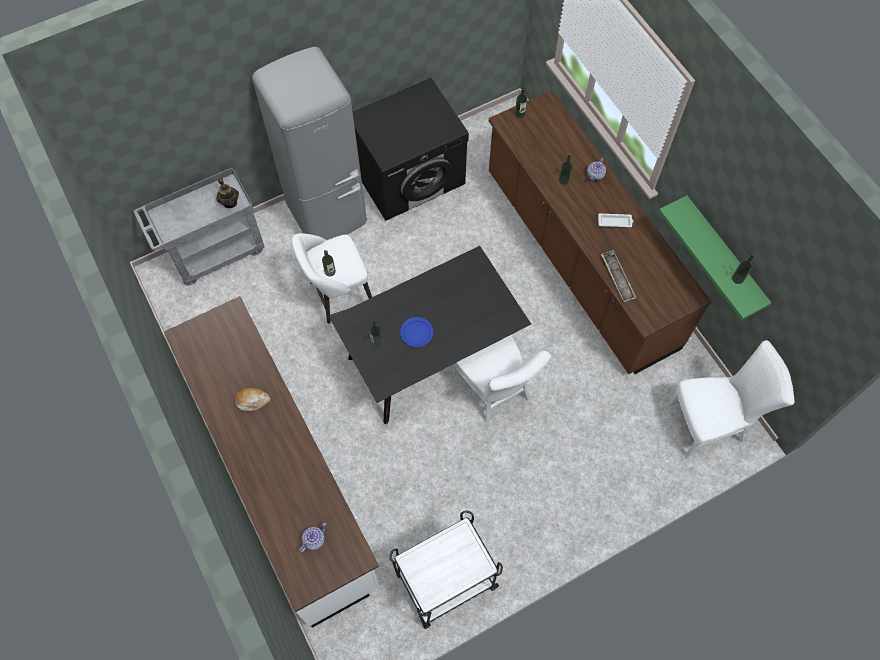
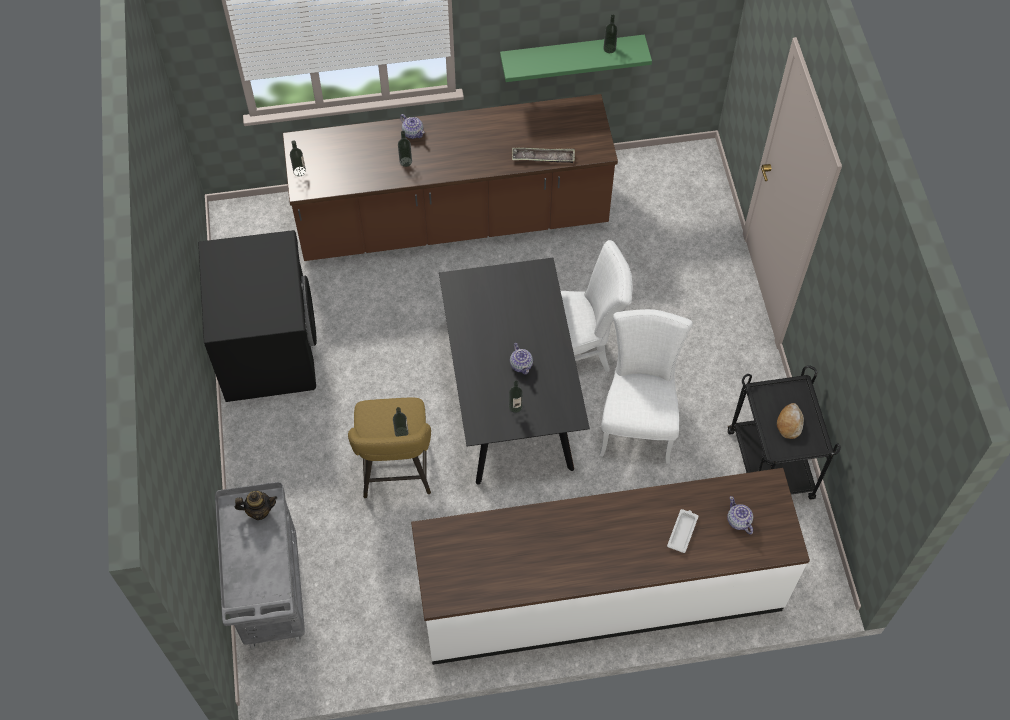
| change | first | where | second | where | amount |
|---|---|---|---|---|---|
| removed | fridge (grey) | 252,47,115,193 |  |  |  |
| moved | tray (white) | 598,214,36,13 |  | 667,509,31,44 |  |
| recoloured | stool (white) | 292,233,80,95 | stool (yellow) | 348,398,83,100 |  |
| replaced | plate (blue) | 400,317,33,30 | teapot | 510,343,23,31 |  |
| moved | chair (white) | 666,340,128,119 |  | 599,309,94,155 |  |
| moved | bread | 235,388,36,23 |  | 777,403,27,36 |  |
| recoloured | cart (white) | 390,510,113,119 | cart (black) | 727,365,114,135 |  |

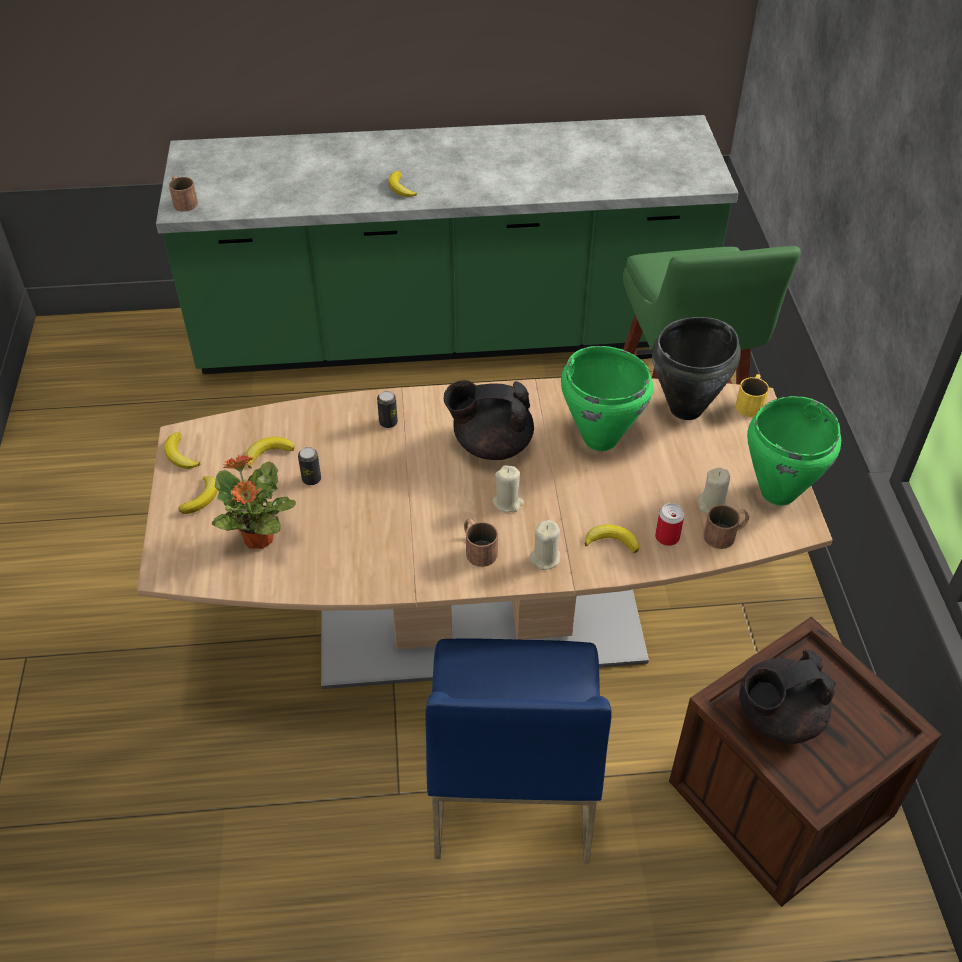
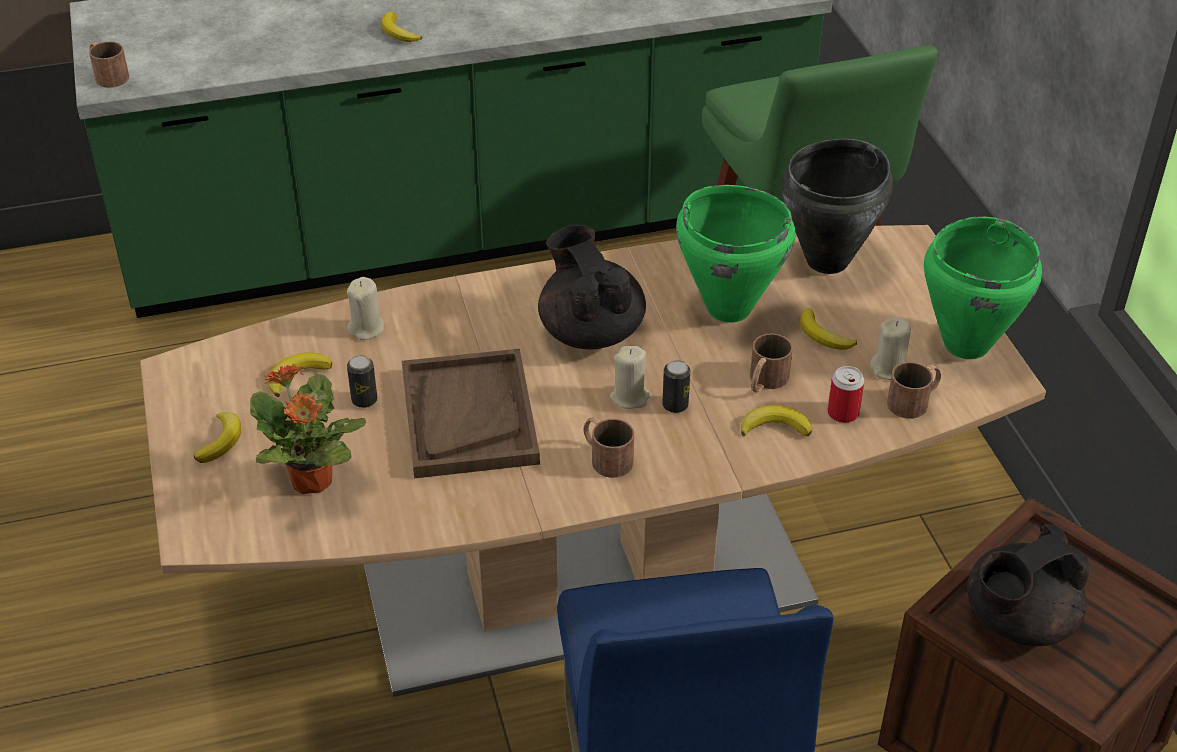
| change | first | where | second | where | amount |
|---|---|---|---|---|---|
| removed | mug (yellow) | 736,374,33,43 |  |  |  |
| turned | teapot (black) | 444,380,90,80 |  | 538,224,108,126 | 75 degrees clockwise |
| moved | can | 377,391,21,37 |  | 662,360,28,53 |  |
| moved | banana | 164,432,36,37 |  | 800,308,57,42 |  |
| moved | candle (beige) | 529,520,31,50 |  | 347,277,37,63 |  |
| added |  |  | mug (brown) | 750,334,43,59 |  |
| added |  |  | tray (brown) | 402,349,138,130 |  |

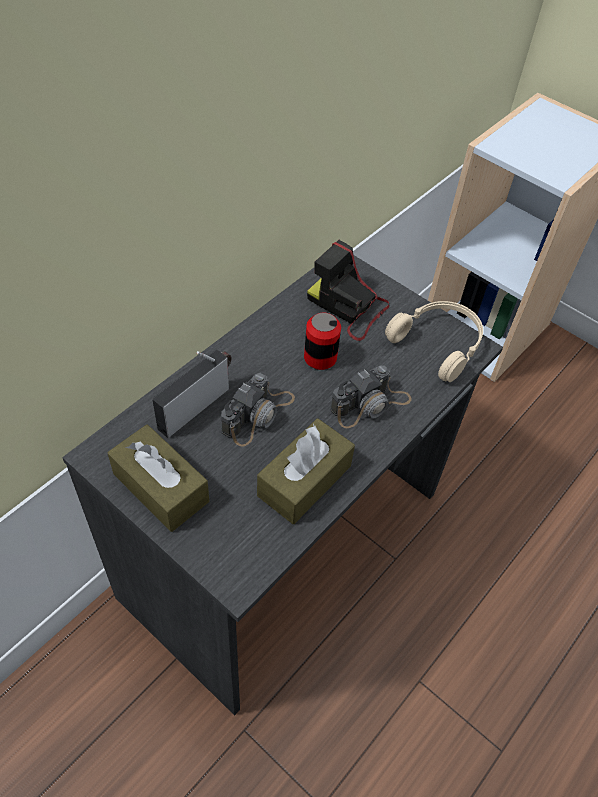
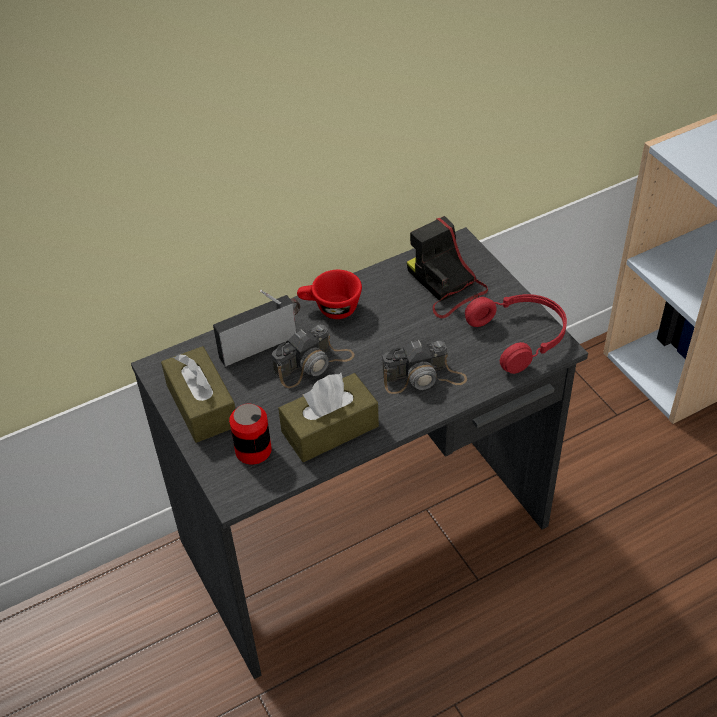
| change | first | where | second | where | amount |
|---|---|---|---|---|---|
| recoloured | headphones (beige) | 385,301,98,81 | headphones (red) | 465,294,102,80 |  |
| moved | can | 304,313,37,57 |  | 229,403,43,62 |  |
| added |  |  | cup (red) | 297,270,65,49 |  |

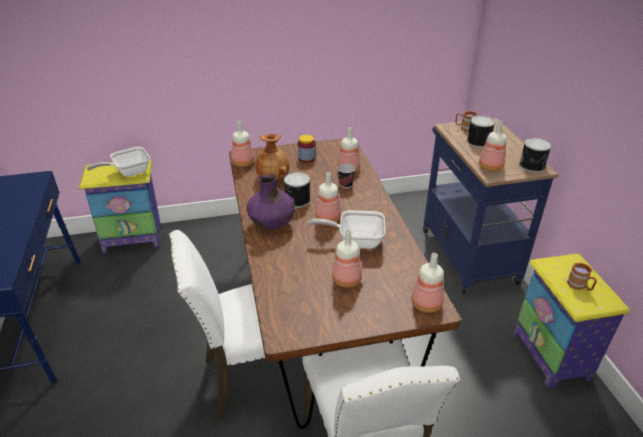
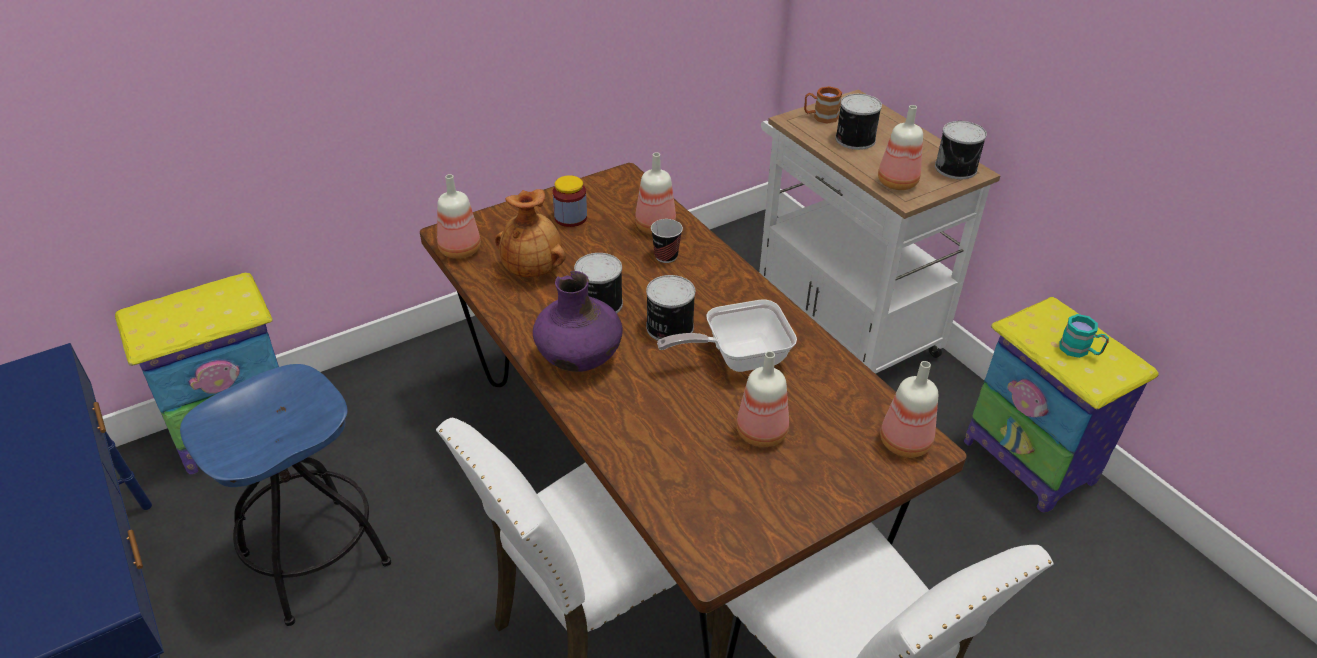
| change | first | where | second | where | amount |
|---|---|---|---|---|---|
| recoloured | cart (blue) | 423,118,136,176 | cart (white) | 759,89,242,285 |  |
| removed | frying pan | 87,147,63,30 |  |  |  |
| replaced | bottle | 315,172,26,50 | can | 646,275,49,66 |  |
| recoloured | mug (brown) | 567,263,30,28 | mug (turquoise) | 1059,314,50,44 |  |
| added |  |  | stool (blue) | 180,364,211,262 |  |

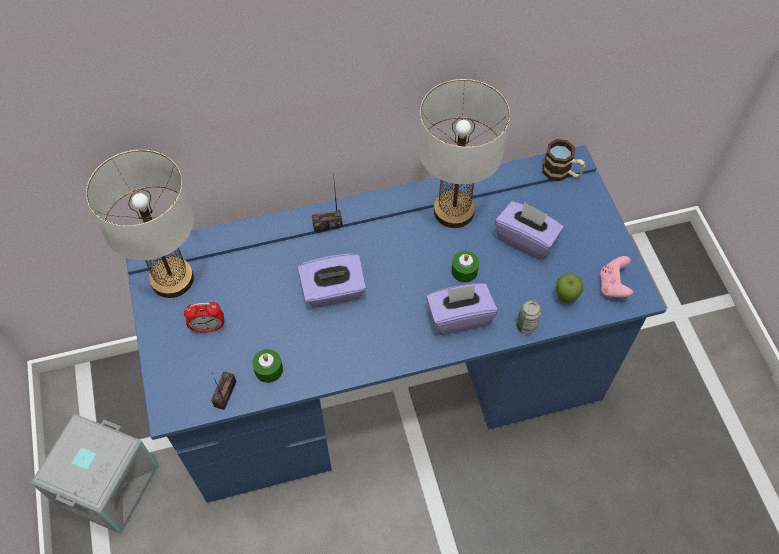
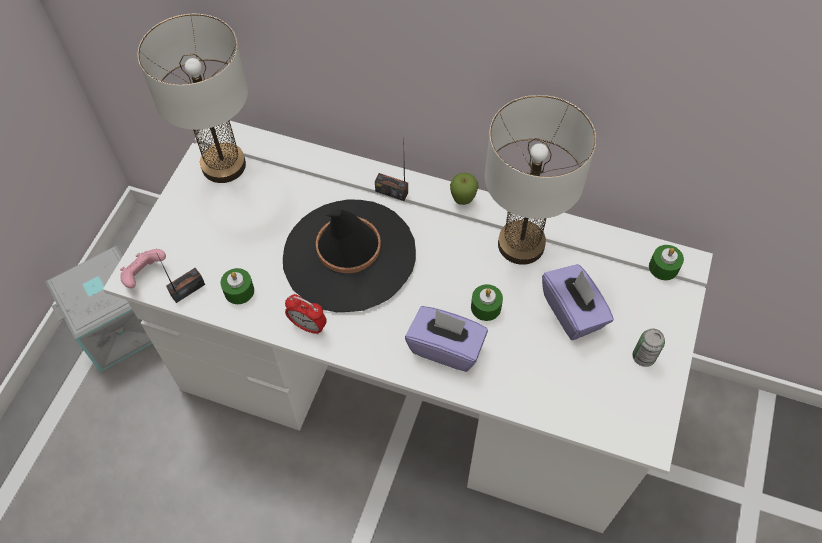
| change | first | where | second | where | amount |
|---|---|---|---|---|---|
| replaced | mug | 542,139,43,42 | candle (green) | 649,245,35,35 |  |
| recoloured | desk (blue) | 126,145,540,358 | desk (white) | 103,121,610,412 |  |
| replaced | tissue box (purple) | 297,254,69,54 | hat (black) | 283,199,133,113 |  |
| moved | game controller (pink) | 600,256,33,41 |  | 120,249,46,39 |  |
| moved | apple | 556,273,27,30 |  | 450,173,29,32 |  |
| moved | can | 516,300,25,34 |  | 632,329,33,38 |  |
| moved | alarm clock | 184,302,40,31 |  | 285,294,42,41 |  |

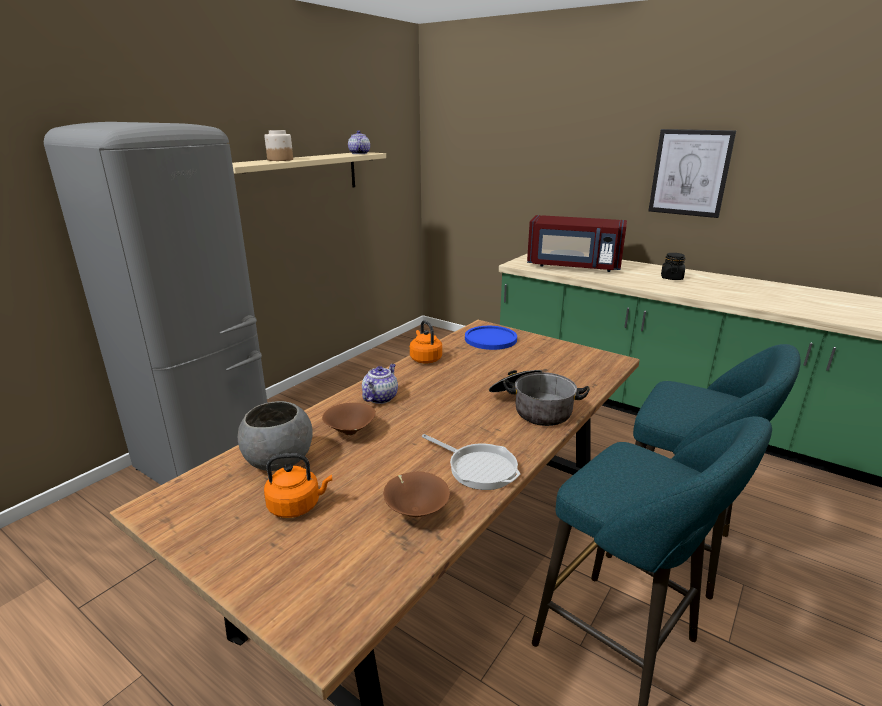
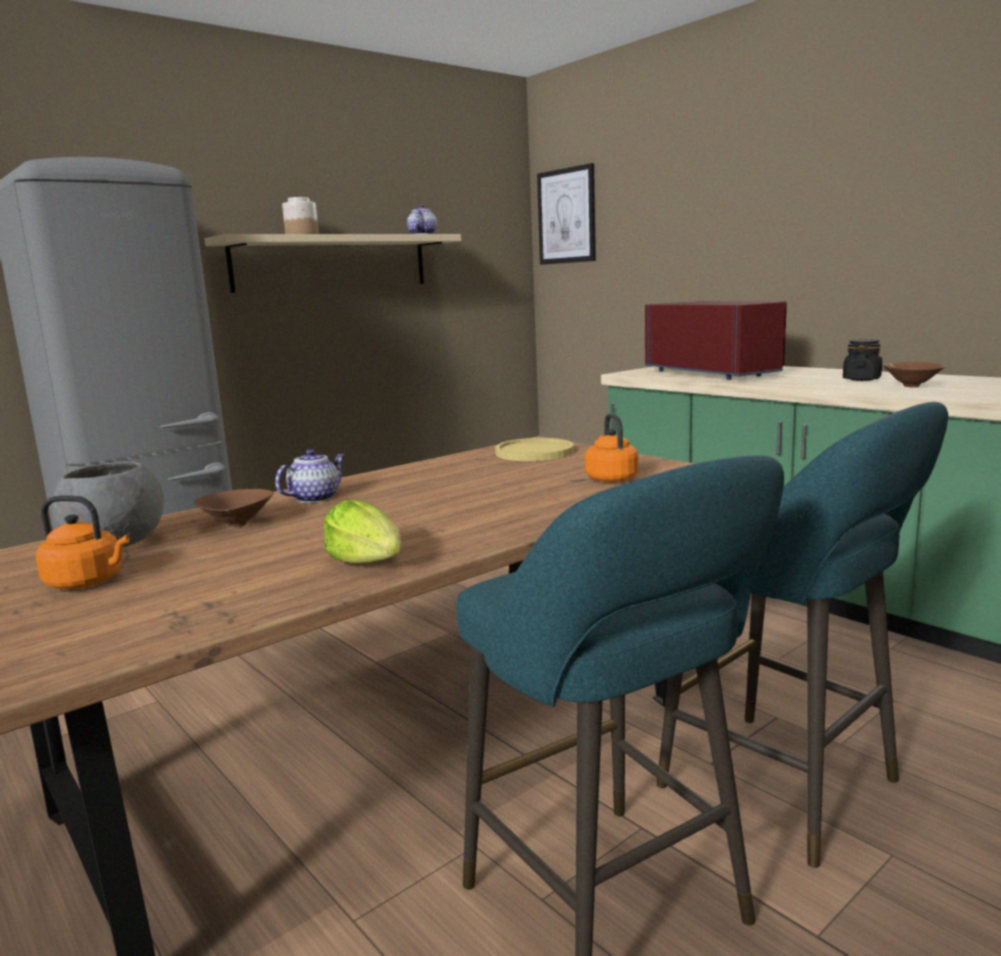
| change | first | where | second | where | amount |
|---|---|---|---|---|---|
| moved | picture | 649,129,87,89 |  | 537,163,59,102 |  |
| turned | microwave (red) | 527,215,100,57 |  | 645,301,142,79 | 150 degrees counterclockwise |
| moved | kettle (orange) | 410,320,32,43 |  | 585,413,53,69 |  |
| recoloured | plate (blue) | 465,326,52,24 | plate (yellow) | 495,438,79,23 |  |
| removed | cooking pot | 489,370,101,56 |  |  |  |
| replaced | frying pan | 422,434,99,56 | lettuce | 324,500,77,64 |  |
| moved | bowl (brown) | 383,471,67,46 |  | 882,362,64,26 |  |

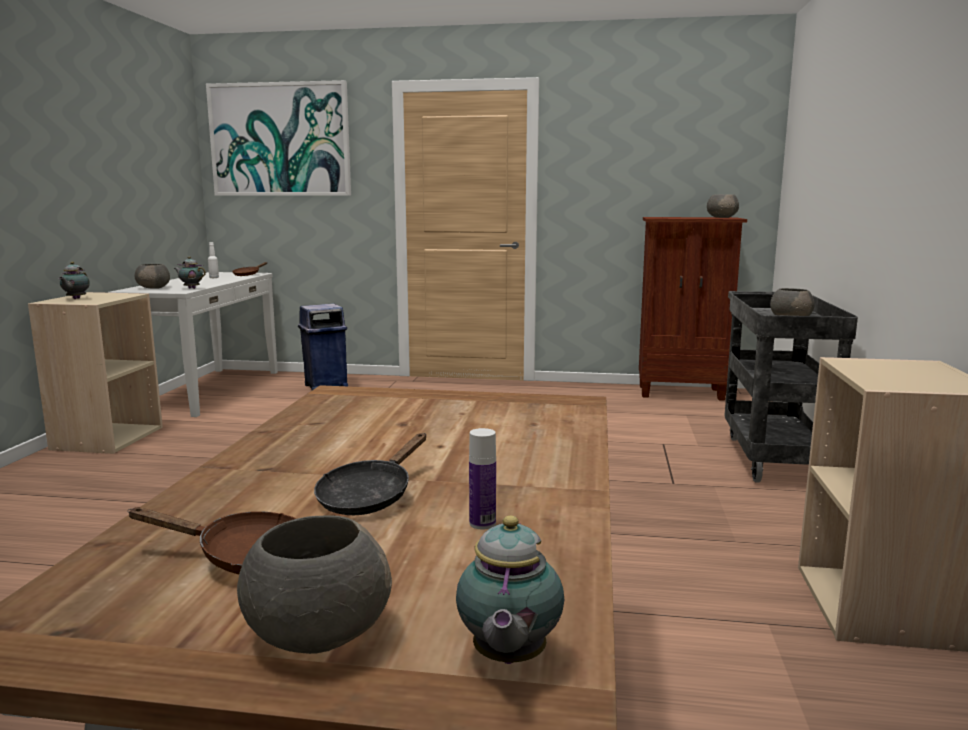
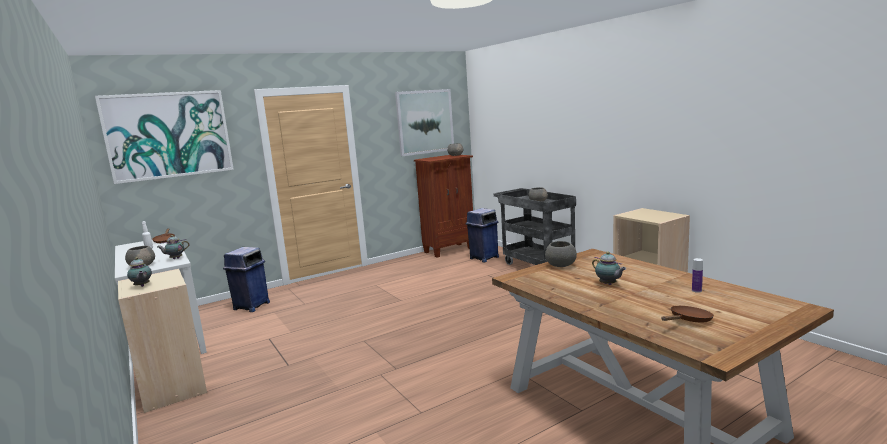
| change | first | where | second | where | amount |
|---|---|---|---|---|---|
| removed | frying pan (black) | 314,433,112,82 |  |  |  |
| moved | bowl (grey) | 237,515,155,139 |  | 545,241,32,26 |  |
| moved | teapot | 456,516,108,148 |  | 592,252,34,33 |  |
| added |  |  | picture | 395,89,59,67 |  |
| added |  |  | trash can (blue) | 466,208,33,54 |  |

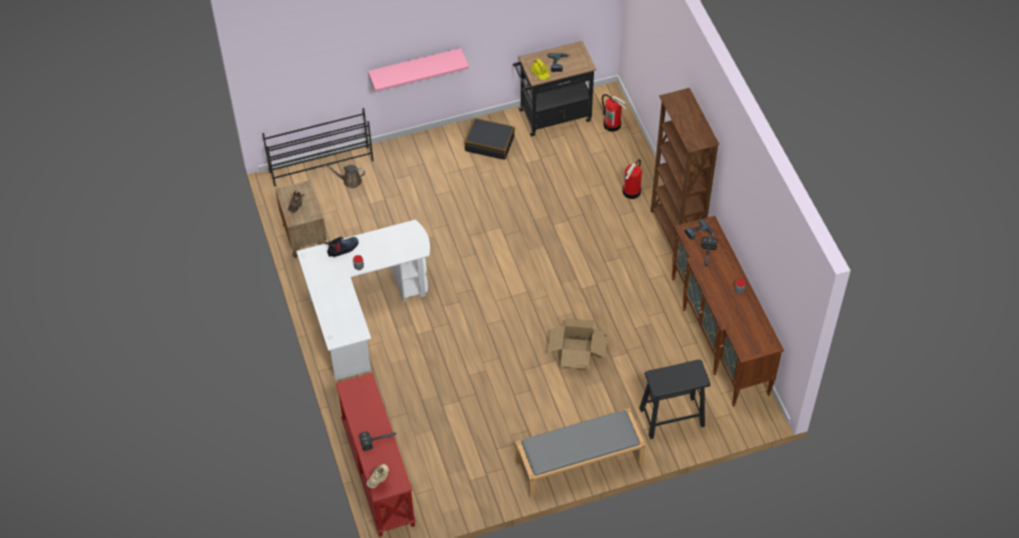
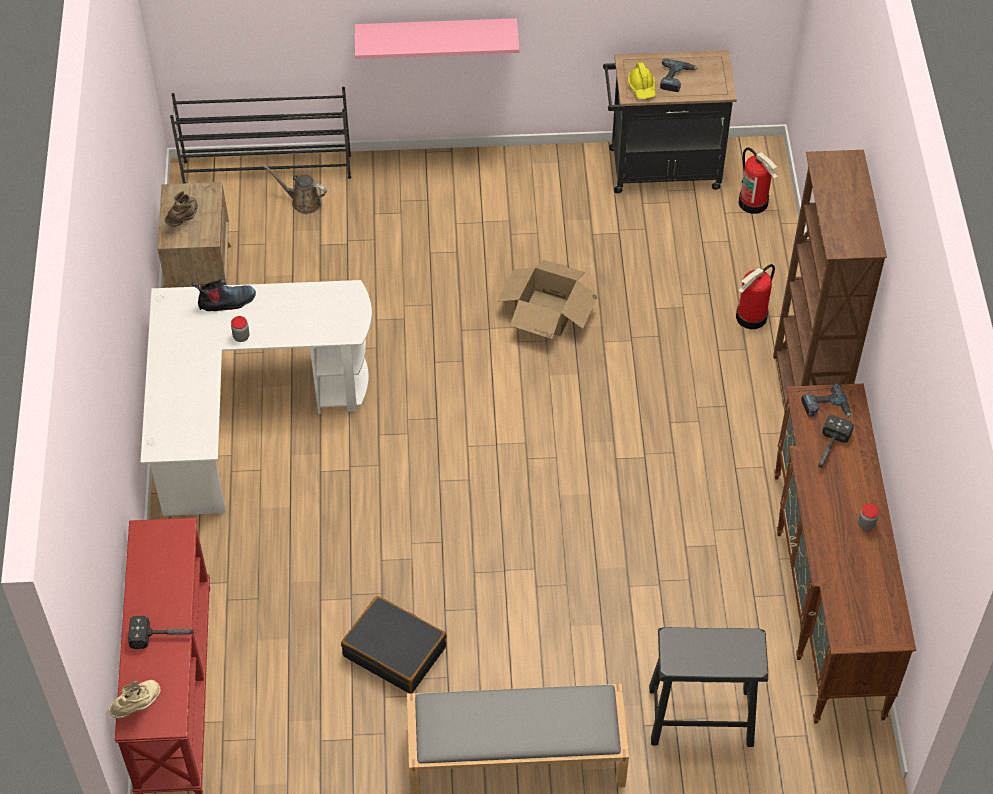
| change | first | where | second | where | amount |
|---|---|---|---|---|---|
| moved | suitcase (black) | 465,118,50,42 |  | 341,596,105,97 |  |
| moved | cardboard box | 547,318,60,51 |  | 497,260,101,79 |  |

